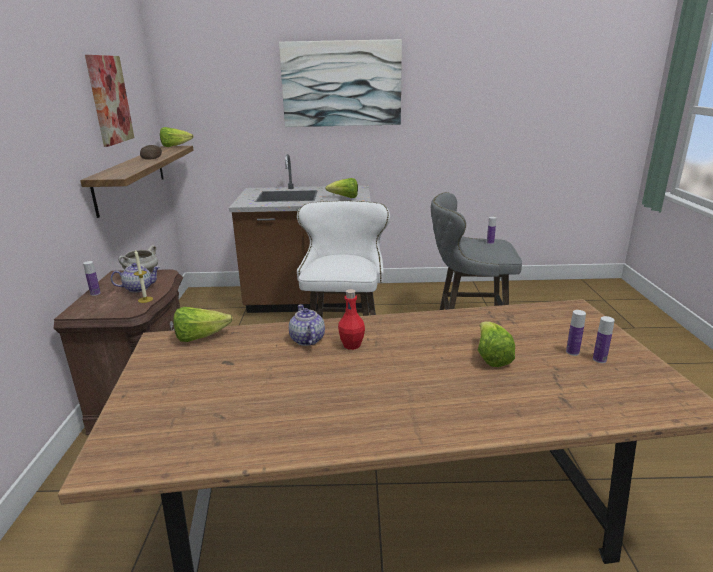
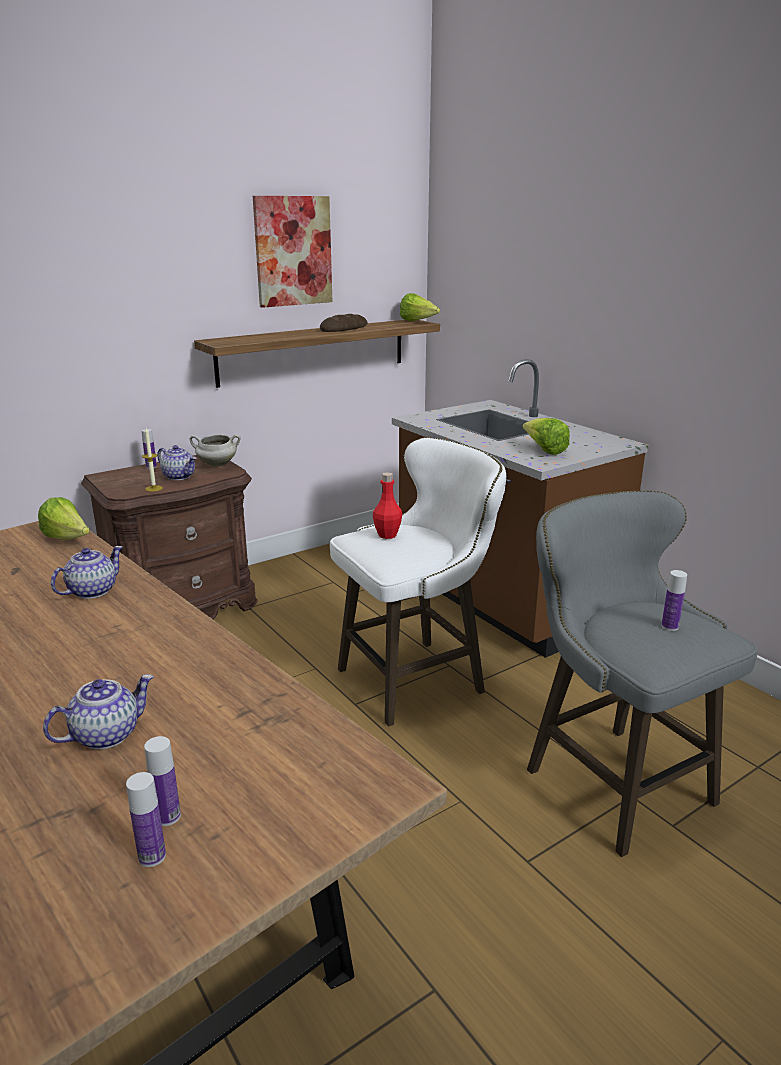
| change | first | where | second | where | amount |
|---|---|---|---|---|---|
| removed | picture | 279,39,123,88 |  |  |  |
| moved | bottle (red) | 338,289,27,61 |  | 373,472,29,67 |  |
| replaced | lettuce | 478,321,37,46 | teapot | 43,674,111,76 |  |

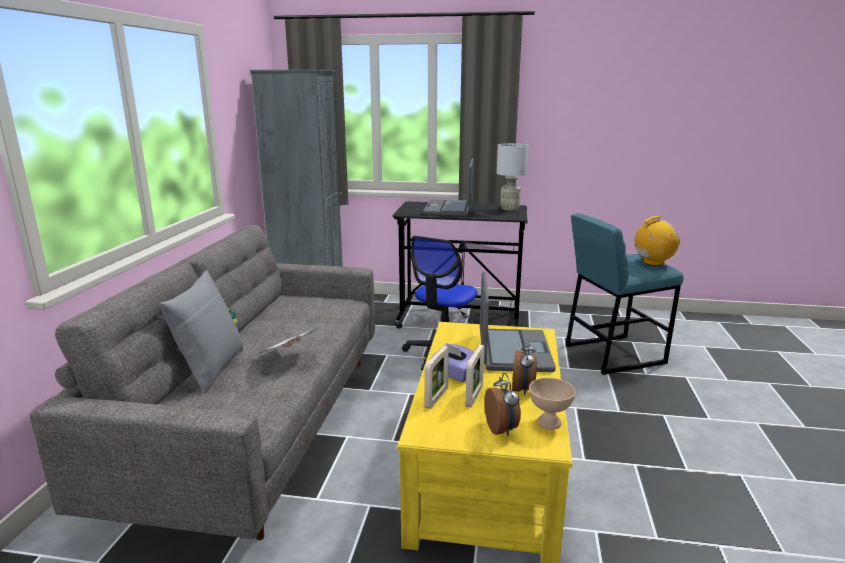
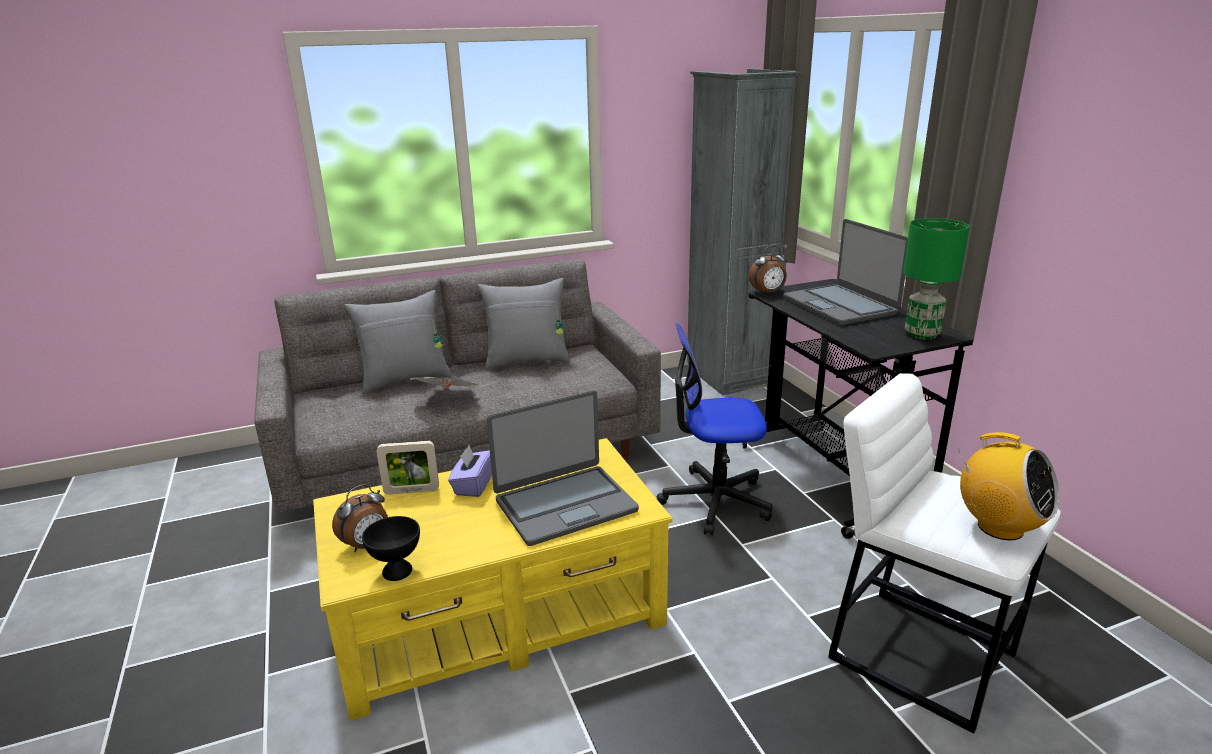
| change | first | where | second | where | amount |
|---|---|---|---|---|---|
| recoloured | table lamp (grey) | 497,143,31,68 | table lamp (green) | 903,218,67,122 |  |
| turned | laptop | 423,158,51,58 |  | 783,219,125,106 | 90 degrees counterclockwise |
| recoloured | stool (blue) | 566,213,118,162 | stool (white) | 828,373,233,361 |  |
| moved | alarm clock | 512,339,25,56 |  | 749,246,38,49 |  |
| removed | picture frame | 466,345,19,62 |  |  |  |
| recoloured | bowl (beige) | 529,378,47,52 | bowl (black) | 362,516,58,65 |  |
| added |  |  | pillow (grey) | 477,278,93,92 |  |

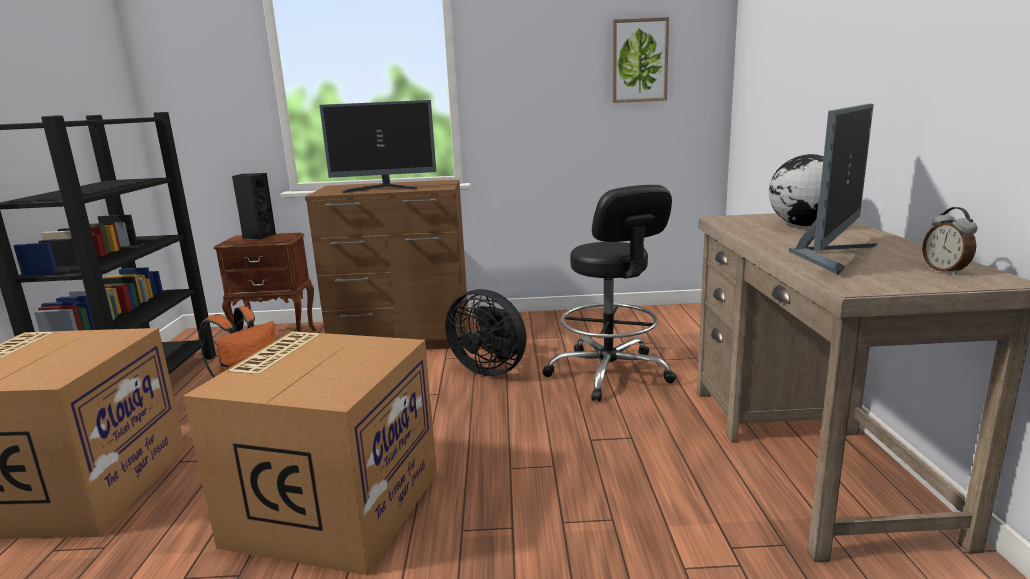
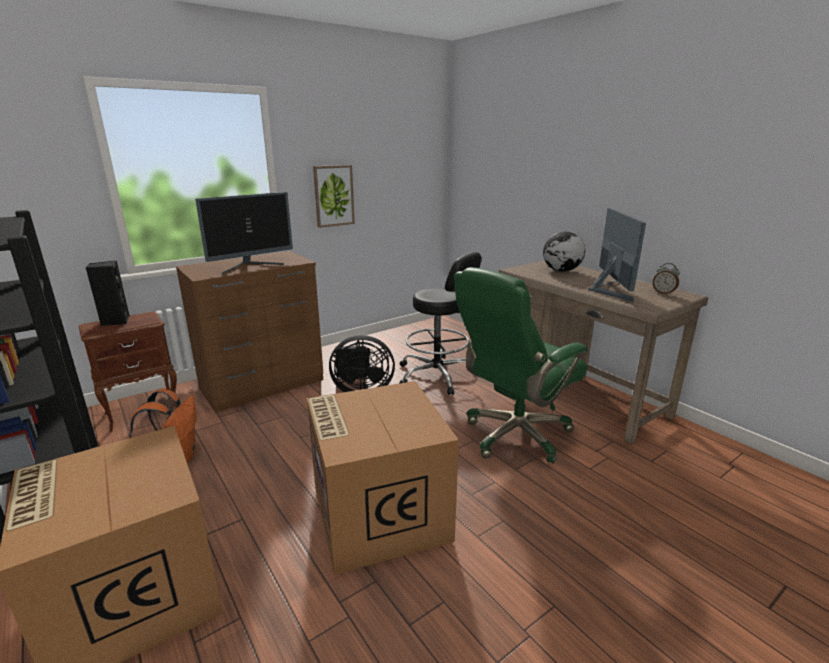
| change | first | where | second | where | amount |
|---|---|---|---|---|---|
| moved | picture | 612,17,57,86 |  | 313,165,42,63 |  |
| added |  |  | office chair (green) | 454,267,134,197 |  |

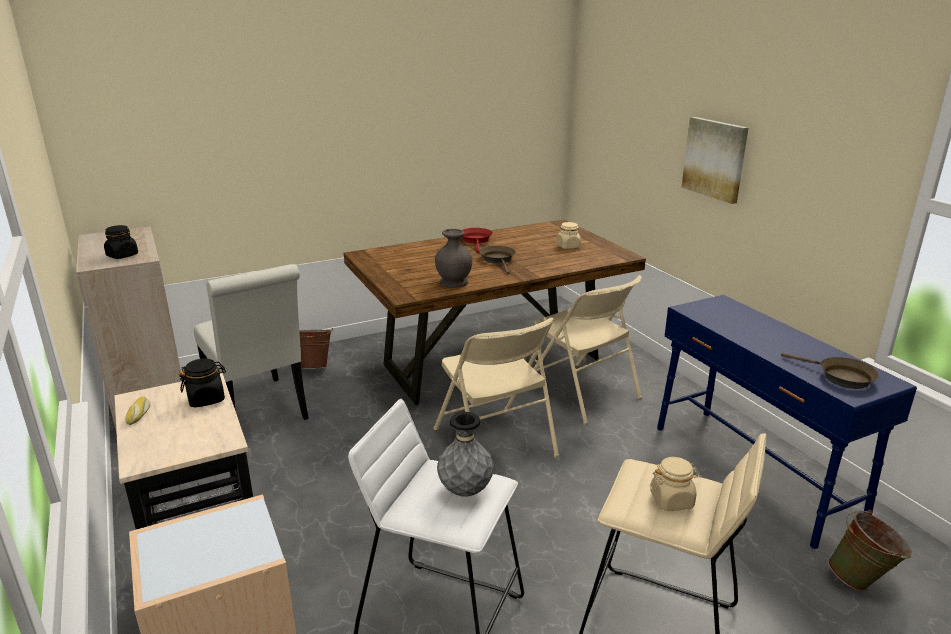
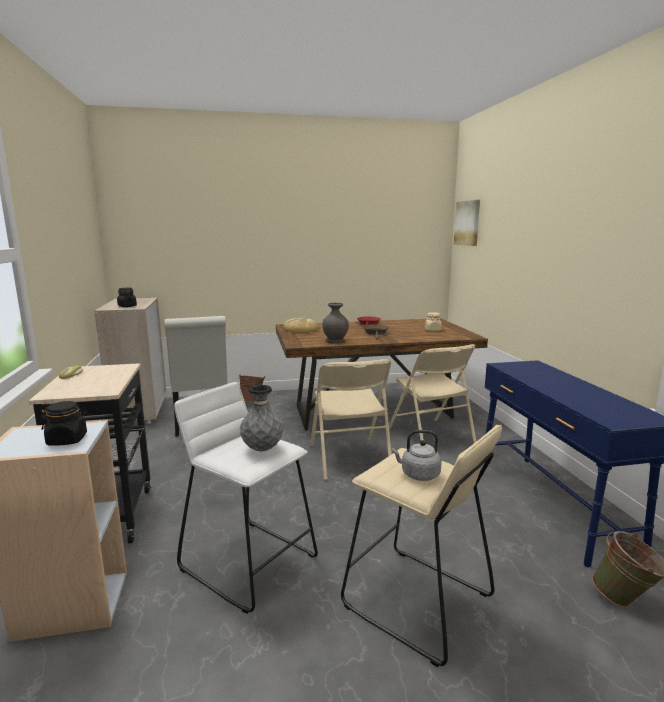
| change | first | where | second | where | amount |
|---|---|---|---|---|---|
| moved | picture | 682,117,66,87 |  | 454,200,26,46 |  |
| removed | frying pan (brown) | 781,353,98,36 |  |  |  |
| moved | jar (black) | 179,358,47,50 |  | 41,401,46,45 |  |
| replaced | jar (beige) | 650,457,51,54 | kettle (grey) | 391,430,51,51 |  |
| added |  |  | bread | 283,318,36,15 |  |

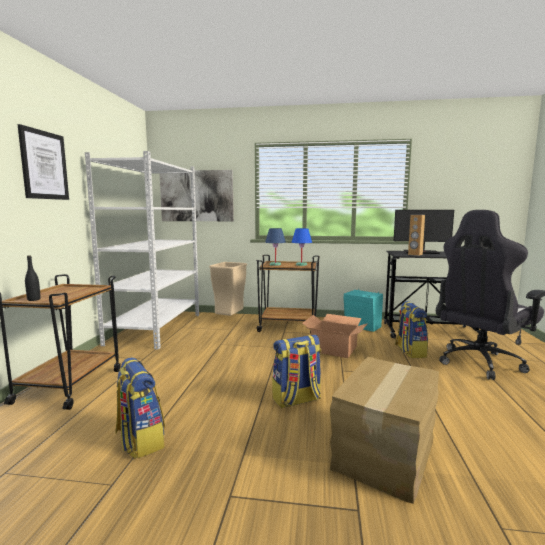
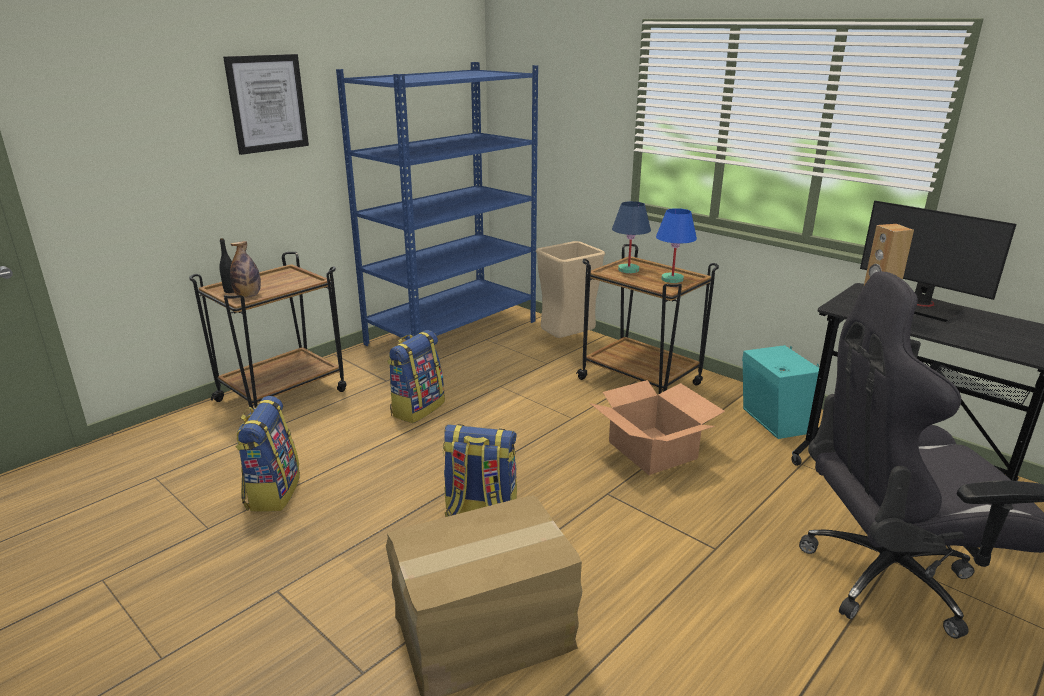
| change | first | where | second | where | amount |
|---|---|---|---|---|---|
| recoloured | bookcase (white) | 85,151,114,198 | bookcase (blue) | 336,62,202,284 |  |
| removed | picture | 160,170,74,51 |  |  |  |
| moved | backpack | 395,301,33,57 |  | 387,330,58,93 |  |
| added |  |  | bottle | 230,241,31,57 |  |

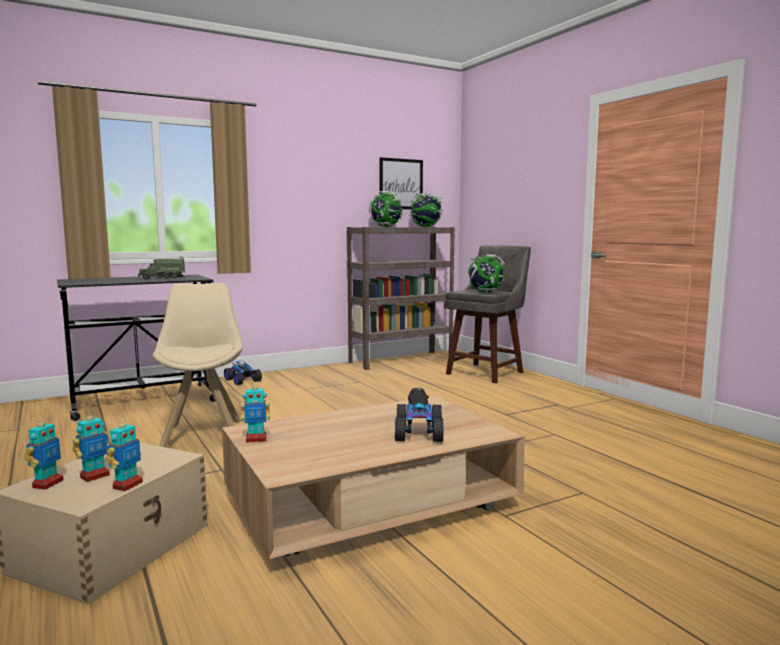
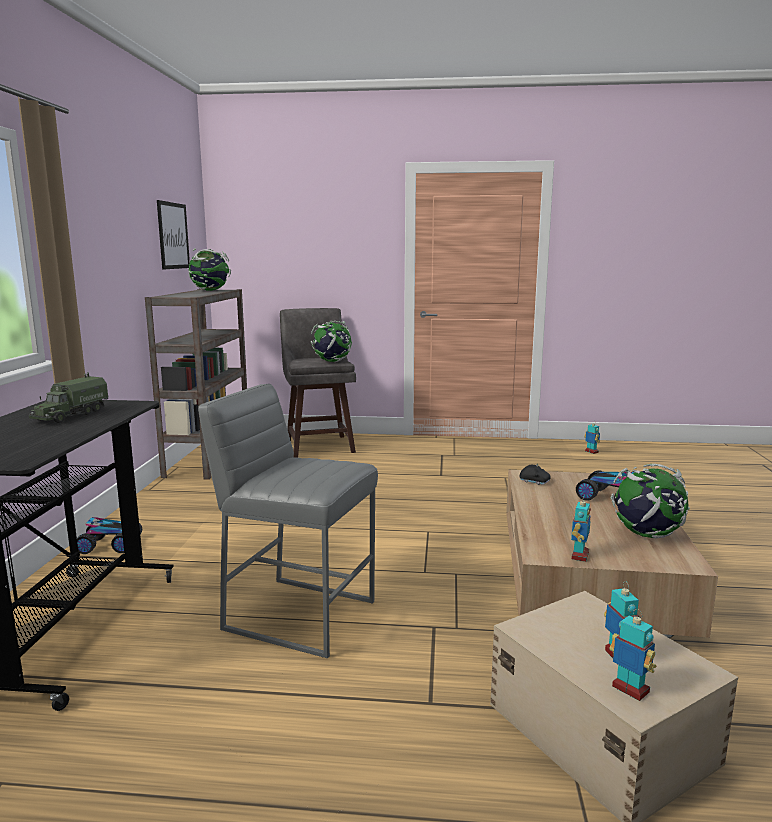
| change | first | where | second | where | amount |
|---|---|---|---|---|---|
| moved | globe | 369,191,34,36 |  | 611,464,79,74 |  |
| replaced | chair (beige) | 152,283,91,164 | stool (grey) | 198,384,180,274 |  |
| moved | toy robot | 106,416,37,75 |  | 584,421,16,33 |  |

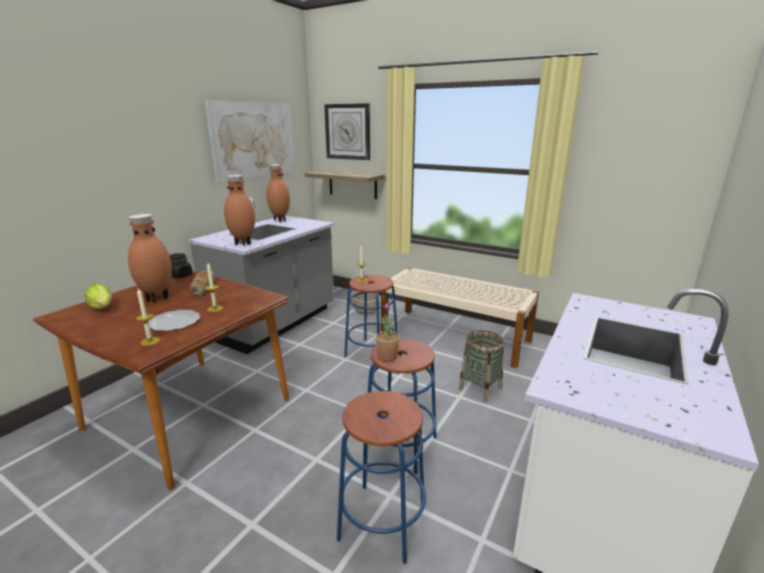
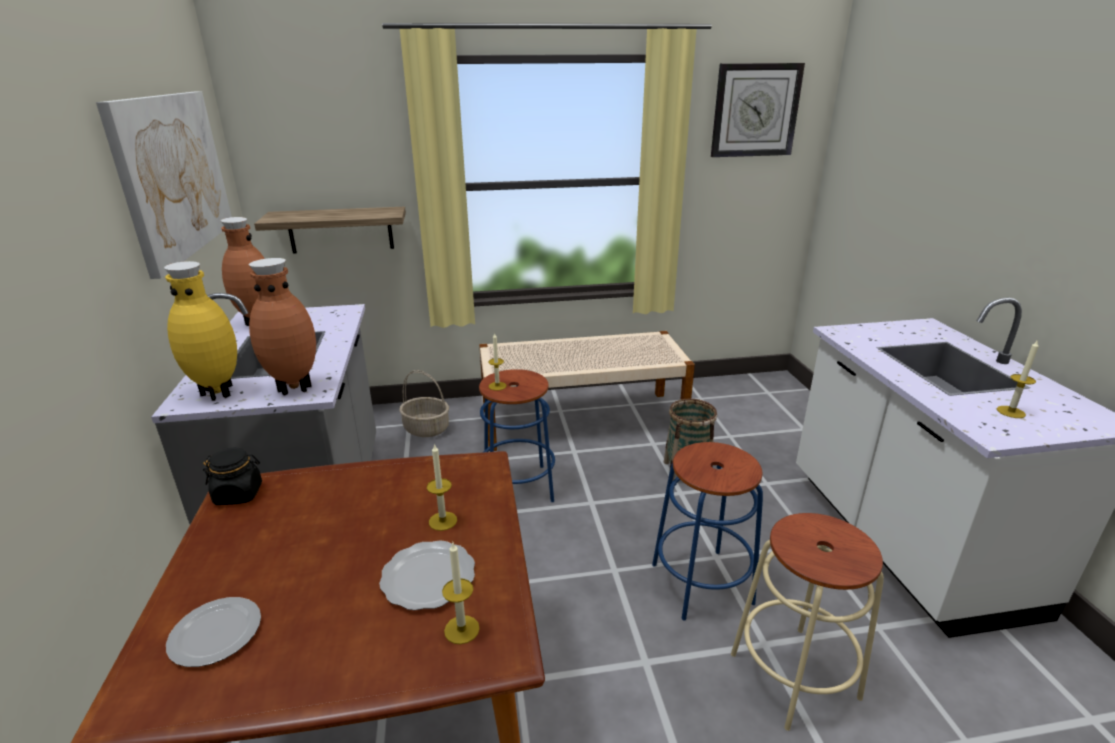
| change | first | where | second | where | amount |
|---|---|---|---|---|---|
| moved | wall clock | 324,103,46,57 |  | 711,63,94,94 |  |
| removed | vase (brown) | 128,214,44,89 |  |  |  |
| removed | bread | 190,270,25,26 |  |  |  |
| replaced | lettuce | 85,284,27,25 | plate | 166,597,95,70 |  |
| removed | potted plant | 376,303,23,59 |  |  |  |
| recoloured | stool (blue) | 337,391,89,173 | stool (beige) | 731,513,153,218 |  |
| added |  |  | vase (yellow) | 164,261,73,140 |  |
| added |  |  | candle | 997,339,42,79 |  |

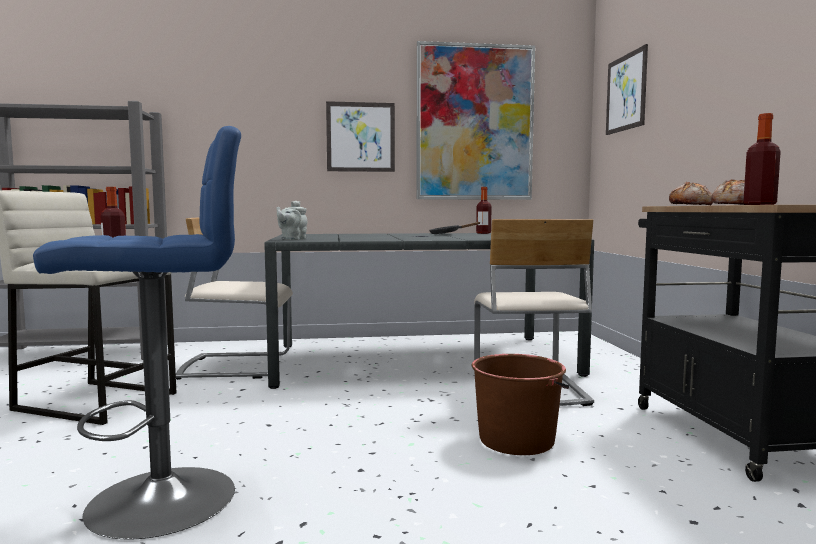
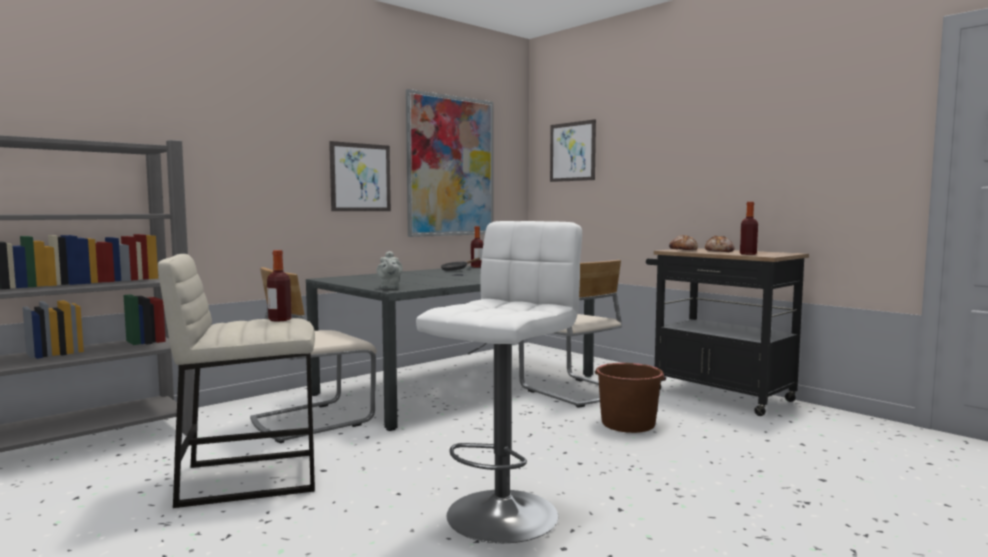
| change | first | where | second | where | amount |
|---|---|---|---|---|---|
| recoloured | stool (blue) | 33,126,208,413 | stool (white) | 416,221,166,322 |  |

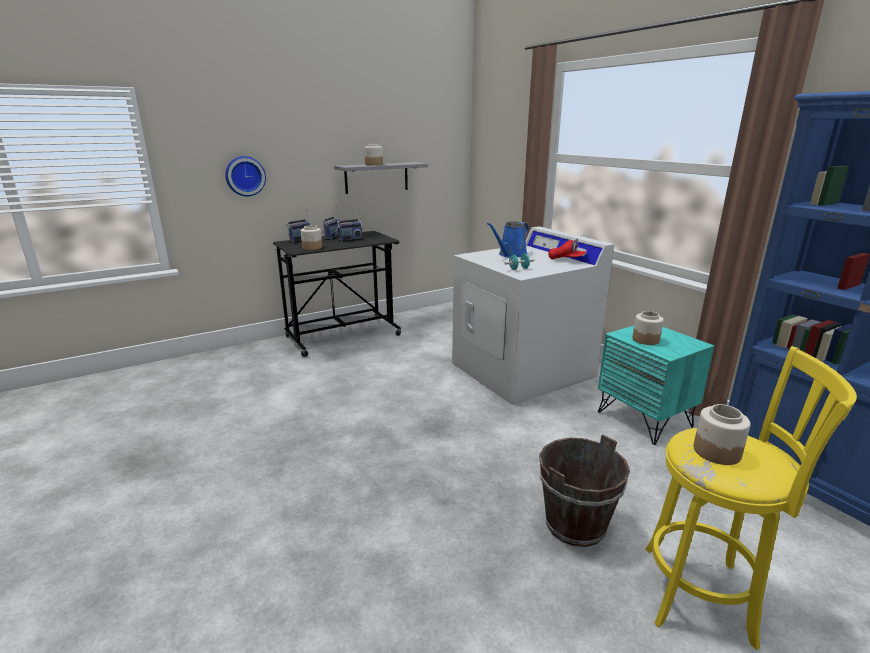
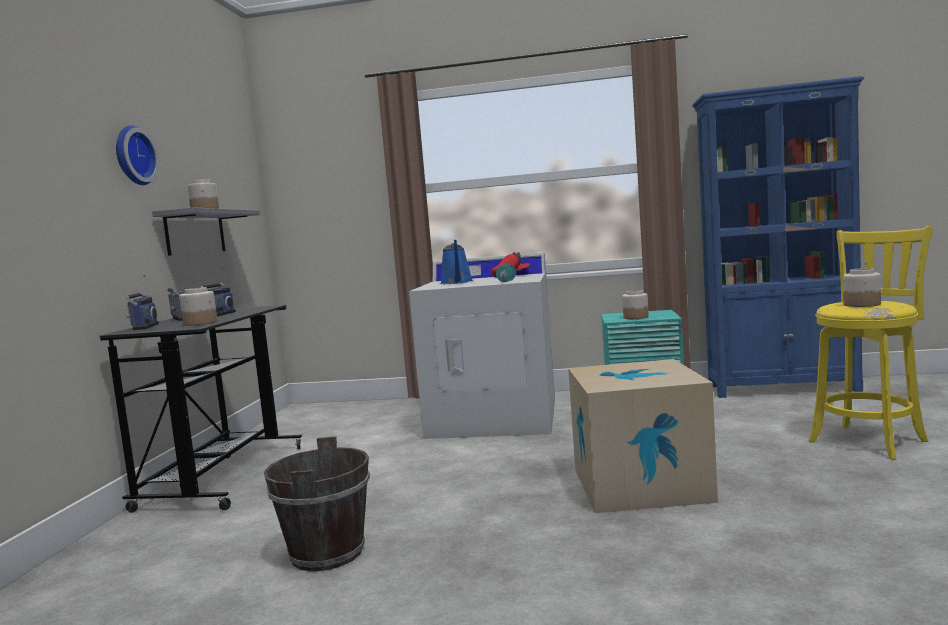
| change | first | where | second | where | amount |
|---|---|---|---|---|---|
| moved | wall clock | 225,156,41,40 |  | 116,125,43,60 |  |
| moved | bucket (brown) | 539,434,91,113 |  | 264,436,106,136 |  |
| added |  |  | cardboard box | 568,359,150,154 |  |

